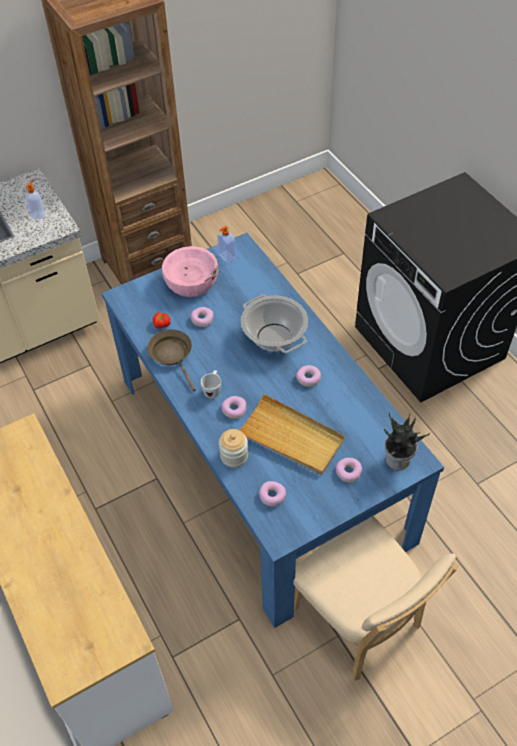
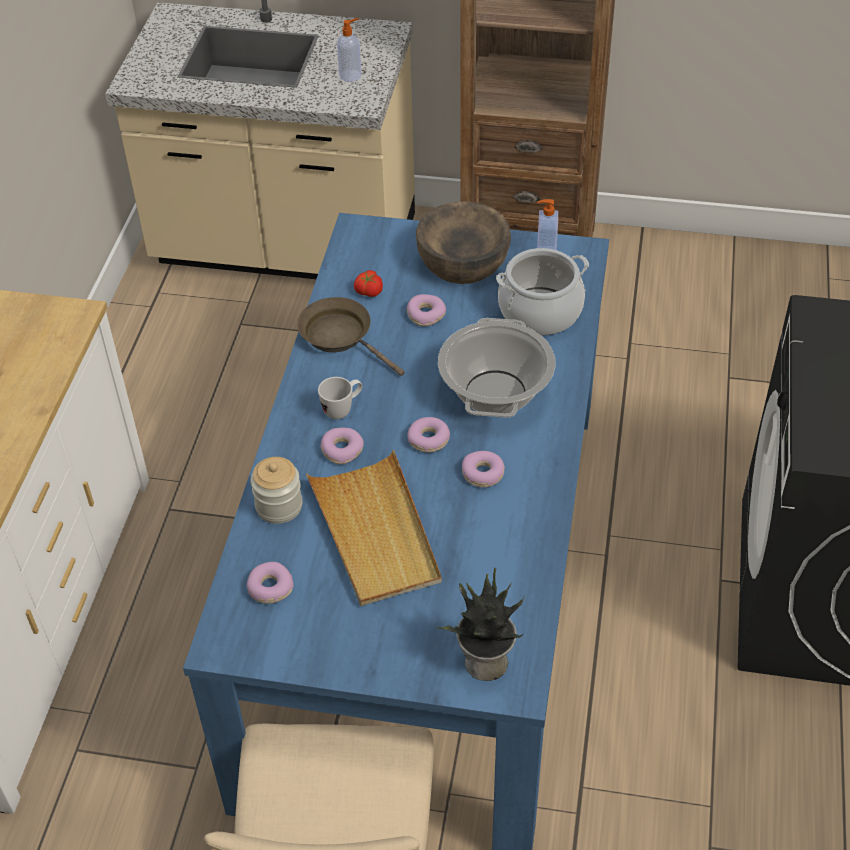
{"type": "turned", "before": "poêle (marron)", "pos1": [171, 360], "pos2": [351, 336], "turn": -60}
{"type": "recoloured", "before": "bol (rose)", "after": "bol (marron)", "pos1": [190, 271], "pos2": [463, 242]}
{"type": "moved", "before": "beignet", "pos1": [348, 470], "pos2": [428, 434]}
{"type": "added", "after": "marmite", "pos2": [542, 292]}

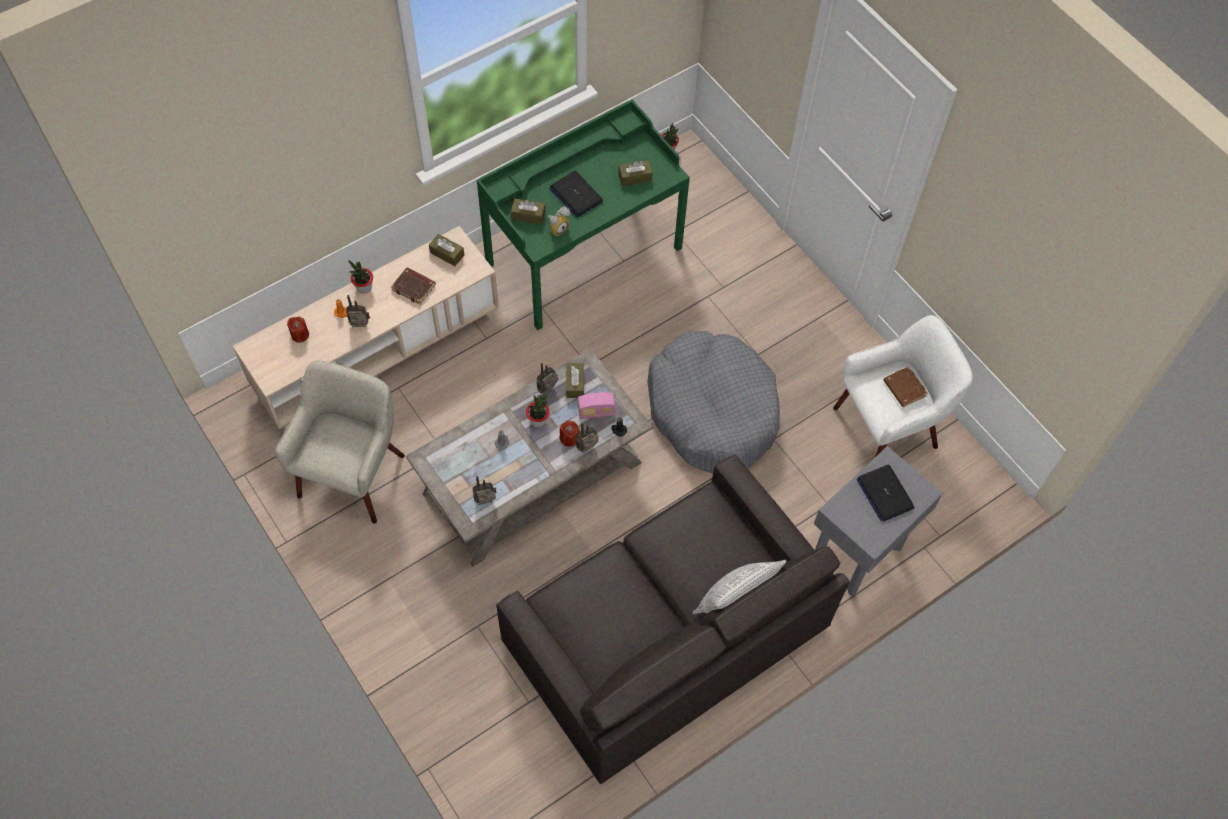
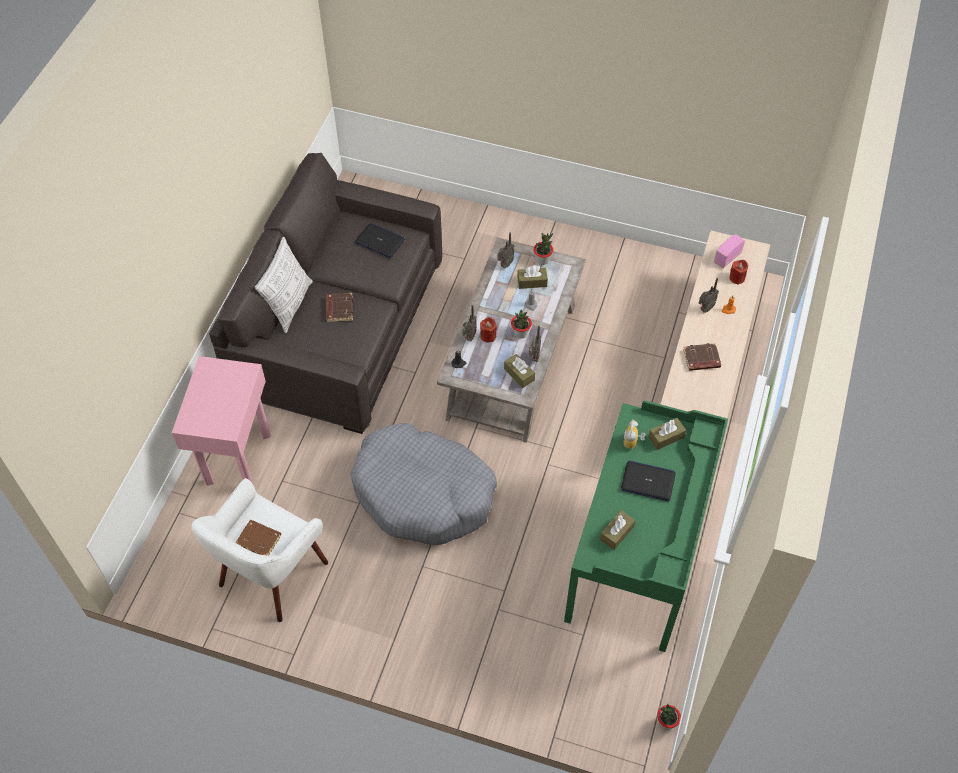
{"type": "removed", "before": "fauteuil (beige)", "pos1": [340, 442]}
{"type": "moved", "before": "plante en pot", "pos1": [361, 277], "pos2": [543, 249]}
{"type": "moved", "before": "boîte à mouchoirs (marron)", "pos1": [446, 250], "pos2": [532, 277]}
{"type": "moved", "before": "radio", "pos1": [596, 405], "pos2": [729, 251]}
{"type": "recoloured", "before": "table d'appoint (gris)", "after": "table d'appoint (rose)", "pos1": [878, 521], "pos2": [221, 421]}
{"type": "moved", "before": "ordinateur portable", "pos1": [886, 493], "pos2": [380, 240]}
{"type": "added", "after": "livre (marron)", "pos2": [340, 307]}

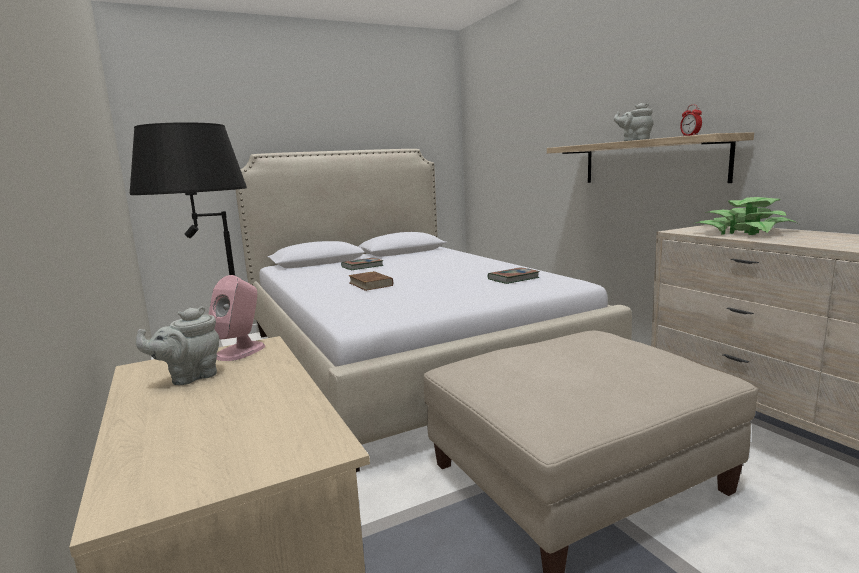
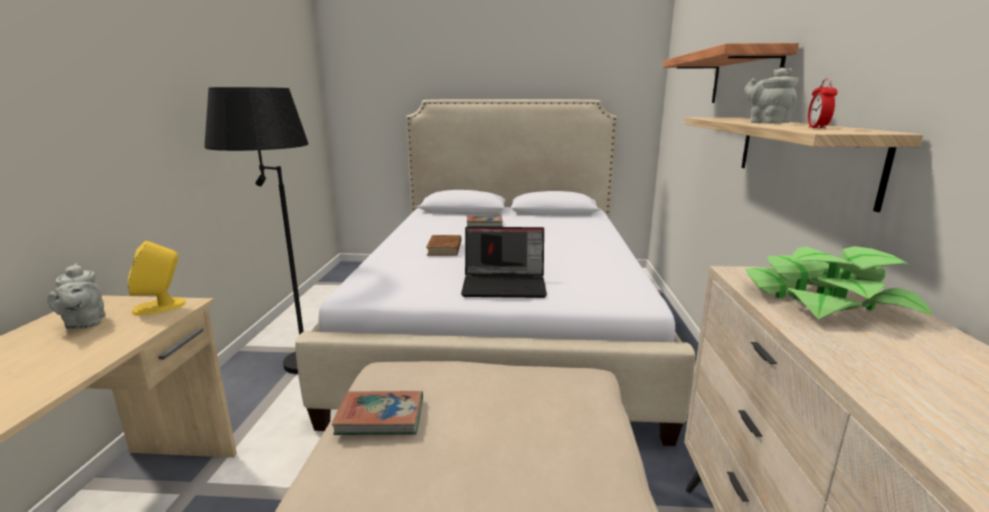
{"type": "turned", "before": "théière (gris)", "pos1": [177, 345], "pos2": [76, 296], "turn": -105}
{"type": "recoloured", "before": "enceinte (rose)", "after": "enceinte (jaune)", "pos1": [236, 318], "pos2": [157, 278]}
{"type": "moved", "before": "livre", "pos1": [514, 275], "pos2": [377, 413]}
{"type": "added", "after": "ordinateur portable", "pos2": [504, 262]}
{"type": "added", "after": "étagère", "pos2": [731, 73]}

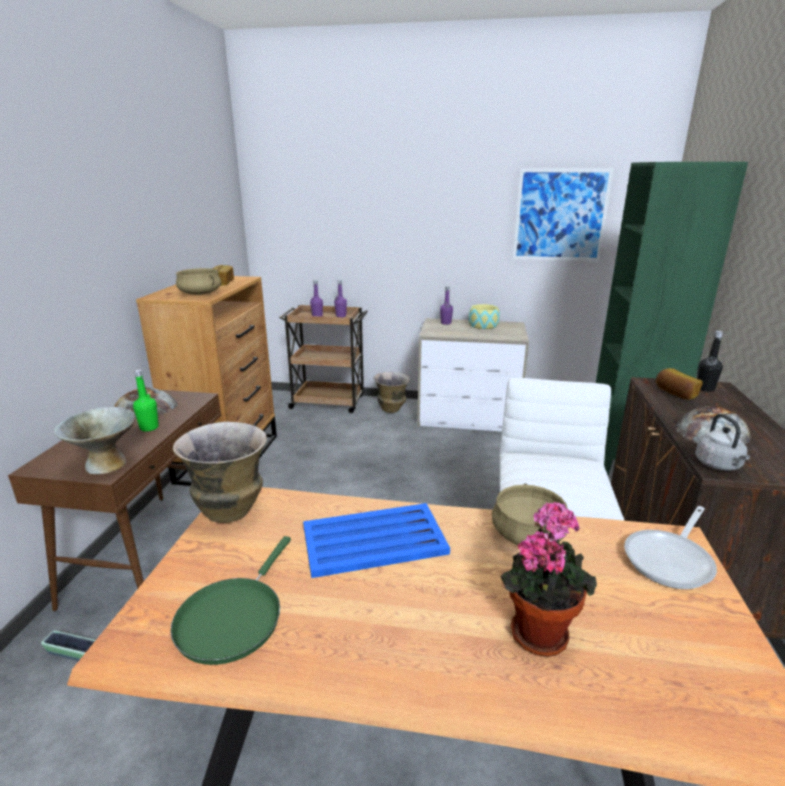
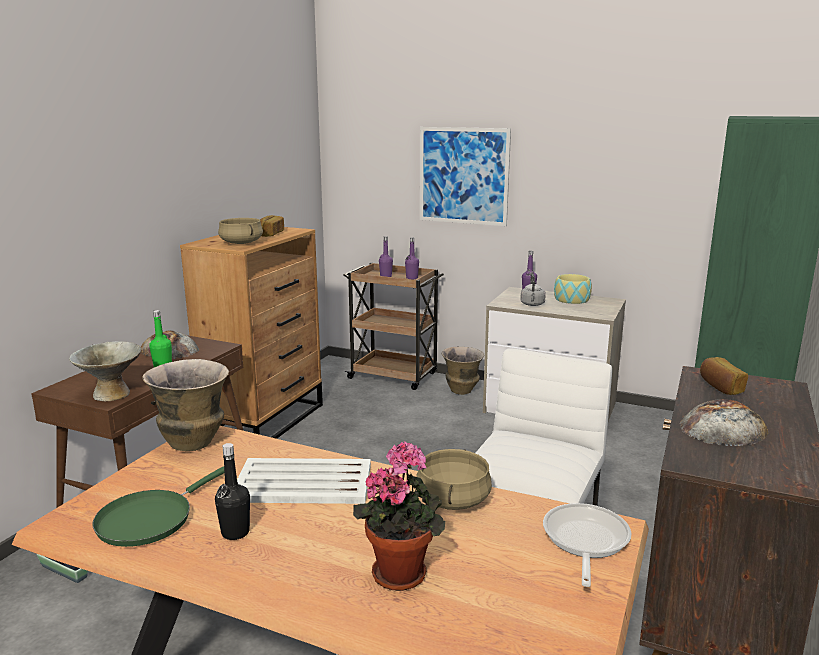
{"type": "recoloured", "before": "plateau (bleu)", "after": "plateau (blanc)", "pos1": [376, 540], "pos2": [304, 481]}
{"type": "moved", "before": "tableau", "pos1": [562, 215], "pos2": [465, 176]}
{"type": "turned", "before": "poêle", "pos1": [670, 547], "pos2": [587, 545], "turn": 135}
{"type": "moved", "before": "bouilloire (gris)", "pos1": [722, 442], "pos2": [533, 290]}
{"type": "moved", "before": "bouteille (noir)", "pos1": [710, 361], "pos2": [232, 491]}

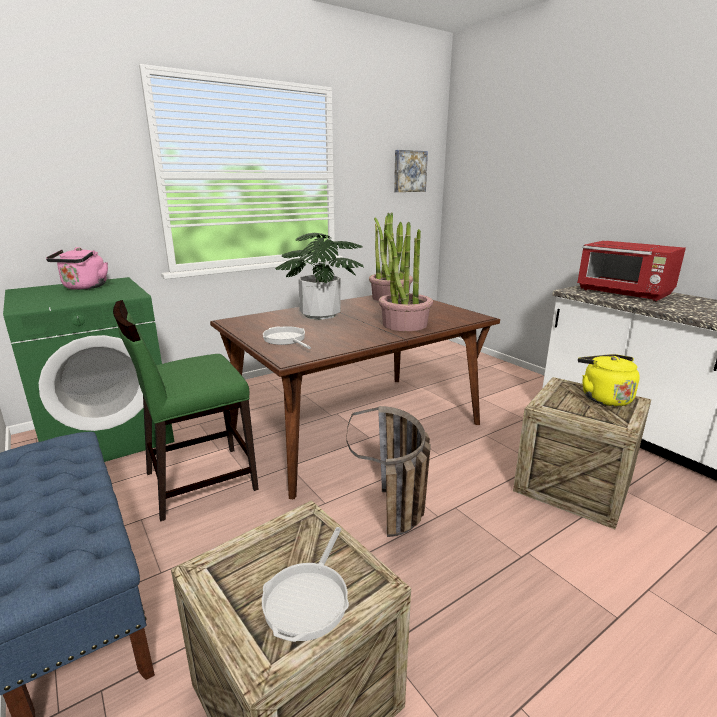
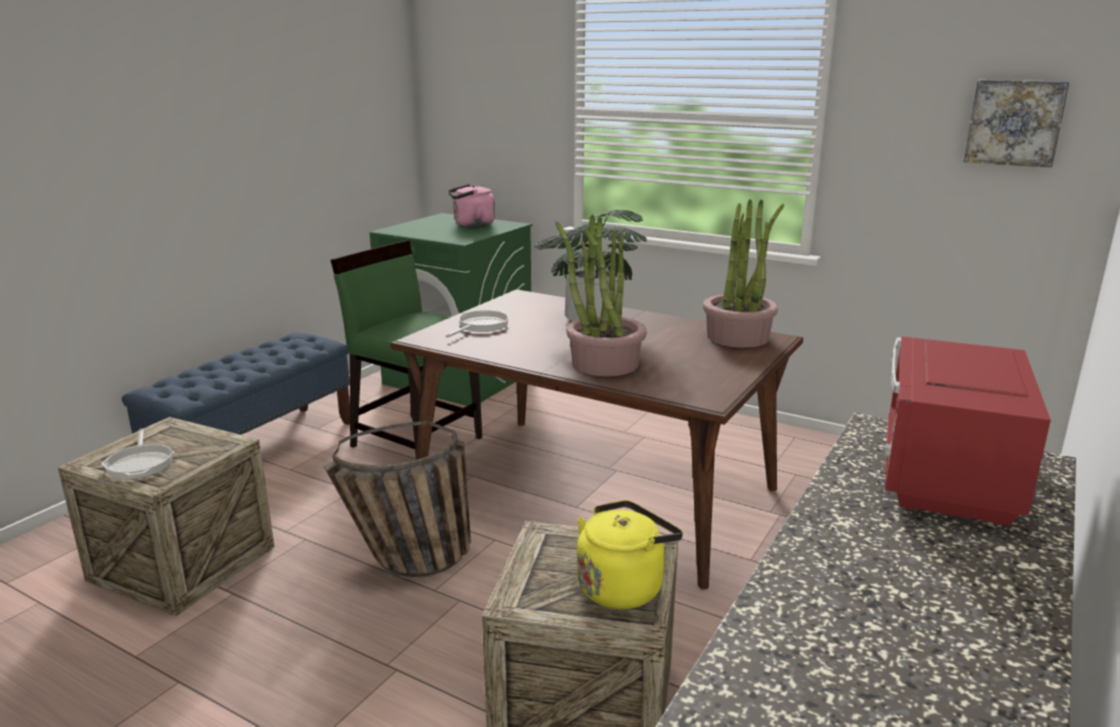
{"type": "turned", "before": "poêle", "pos1": [305, 584], "pos2": [137, 454], "turn": -105}

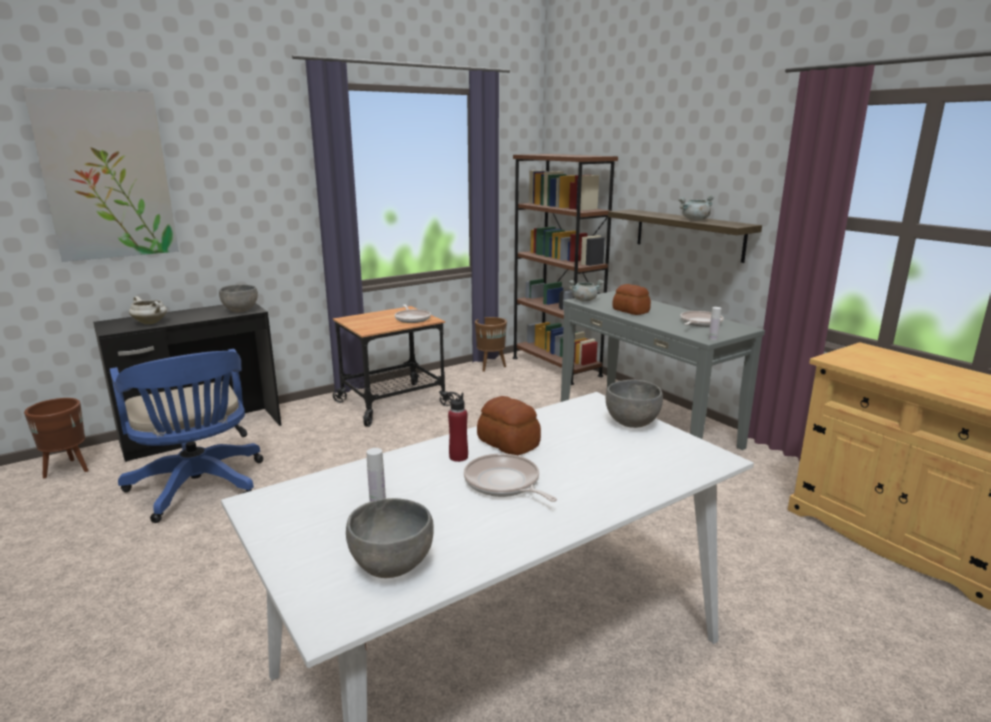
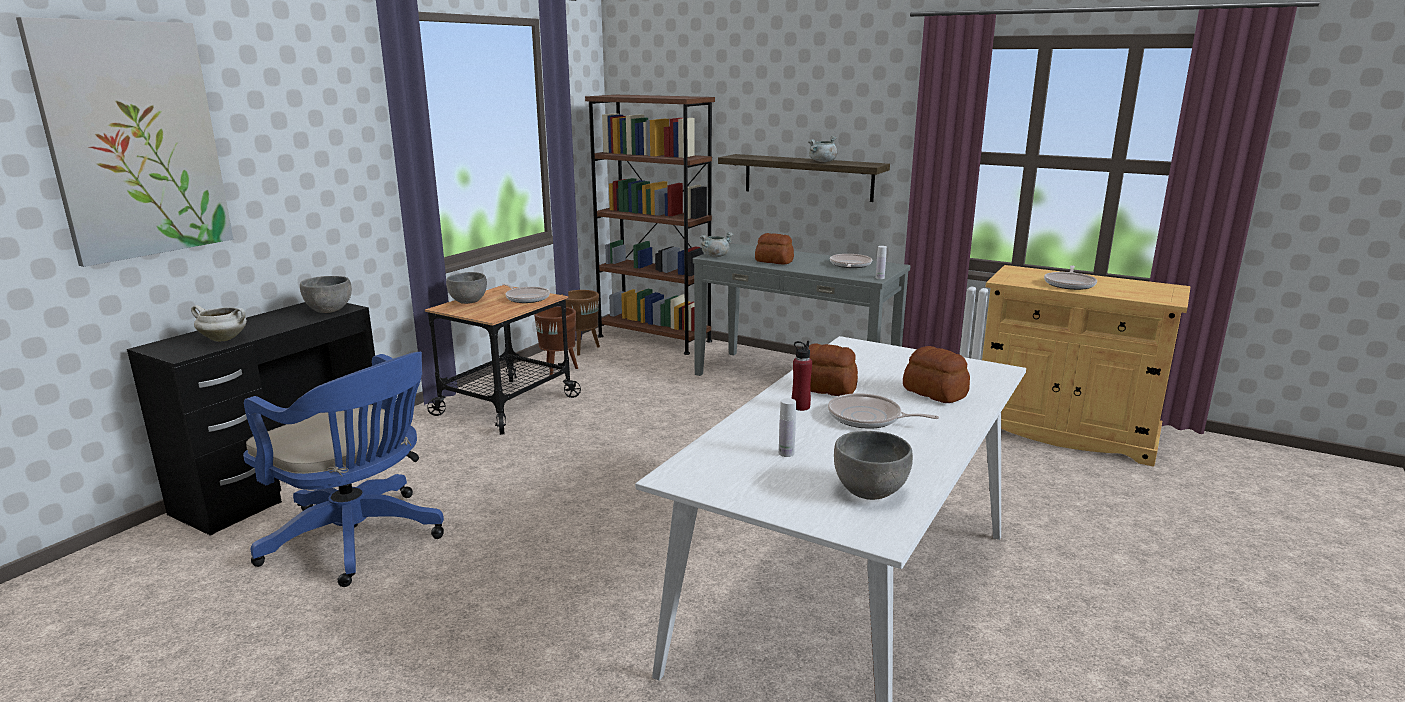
{"type": "moved", "before": "cache-pot (marron)", "pos1": [56, 438], "pos2": [556, 340]}
{"type": "moved", "before": "bol (gris)", "pos1": [634, 403], "pos2": [466, 288]}
{"type": "added", "after": "pain", "pos2": [936, 374]}
{"type": "added", "after": "poêle", "pos2": [1070, 277]}

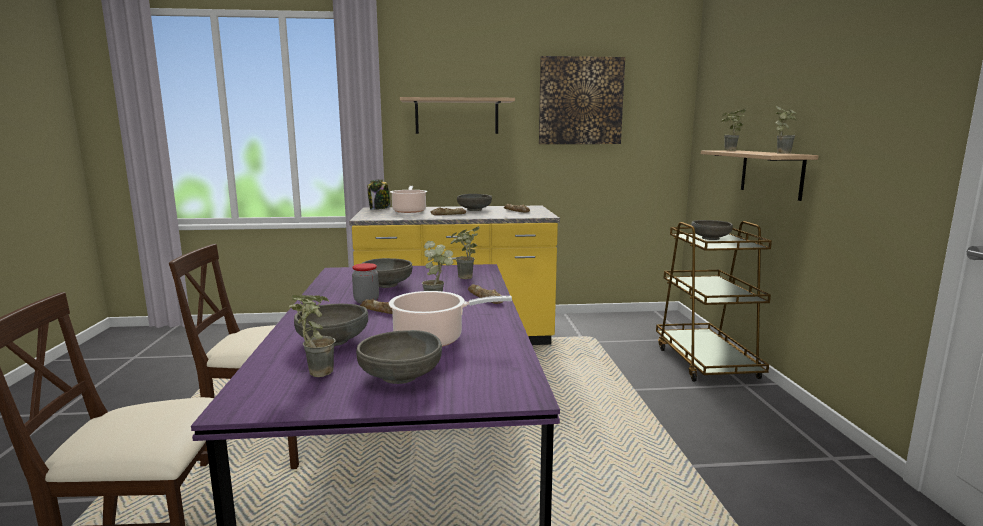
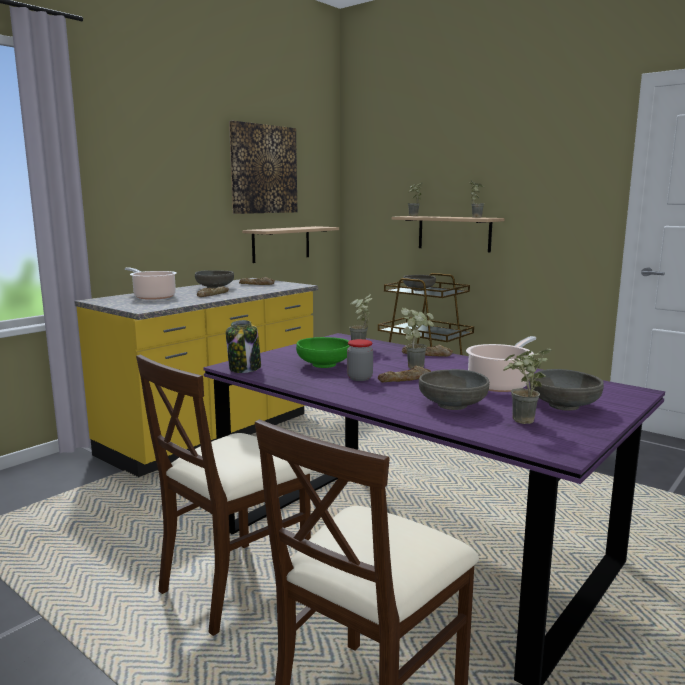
{"type": "recoloured", "before": "bol (gris)", "after": "bol (vert)", "pos1": [387, 273], "pos2": [323, 352]}
{"type": "moved", "before": "bocal", "pos1": [379, 194], "pos2": [243, 346]}
{"type": "moved", "before": "étagère", "pos1": [457, 115], "pos2": [290, 244]}

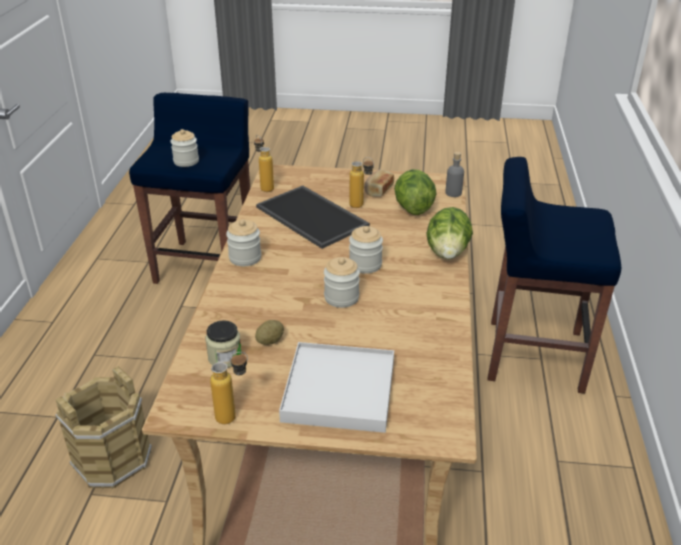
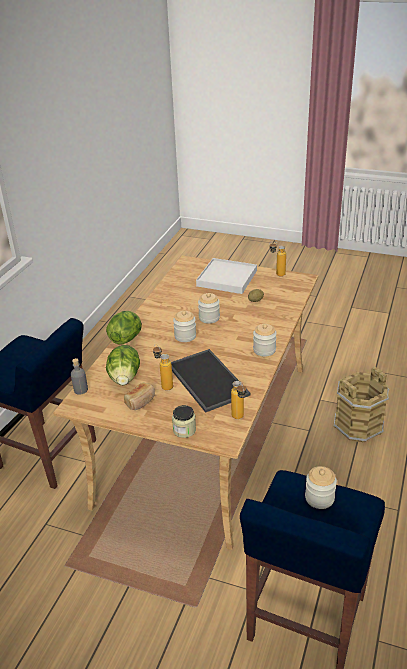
{"type": "moved", "before": "bocal", "pos1": [223, 344], "pos2": [184, 421]}

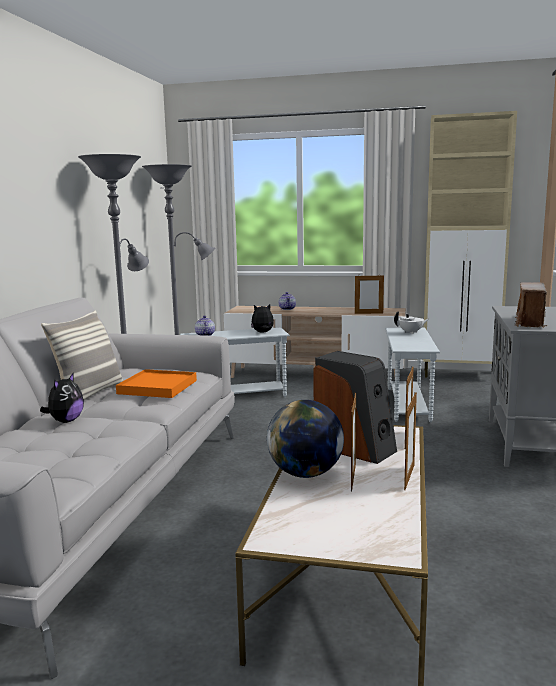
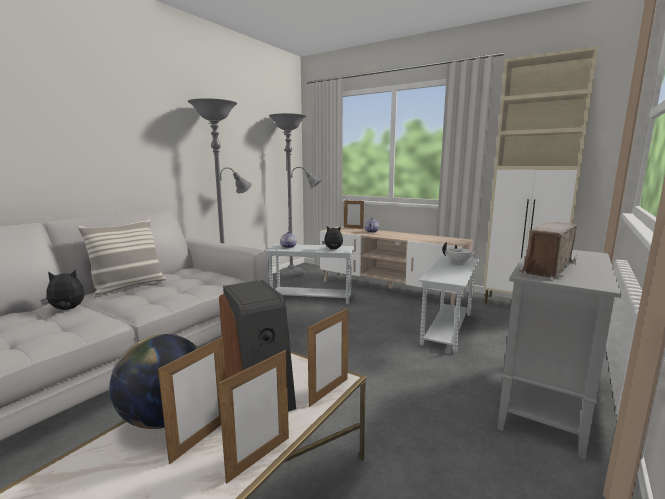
{"type": "turned", "before": "peluche", "pos1": [62, 397], "pos2": [62, 290], "turn": -150}
{"type": "removed", "before": "plateau (orange)", "pos1": [156, 383]}
{"type": "moved", "before": "cadre photo", "pos1": [369, 294], "pos2": [354, 214]}

